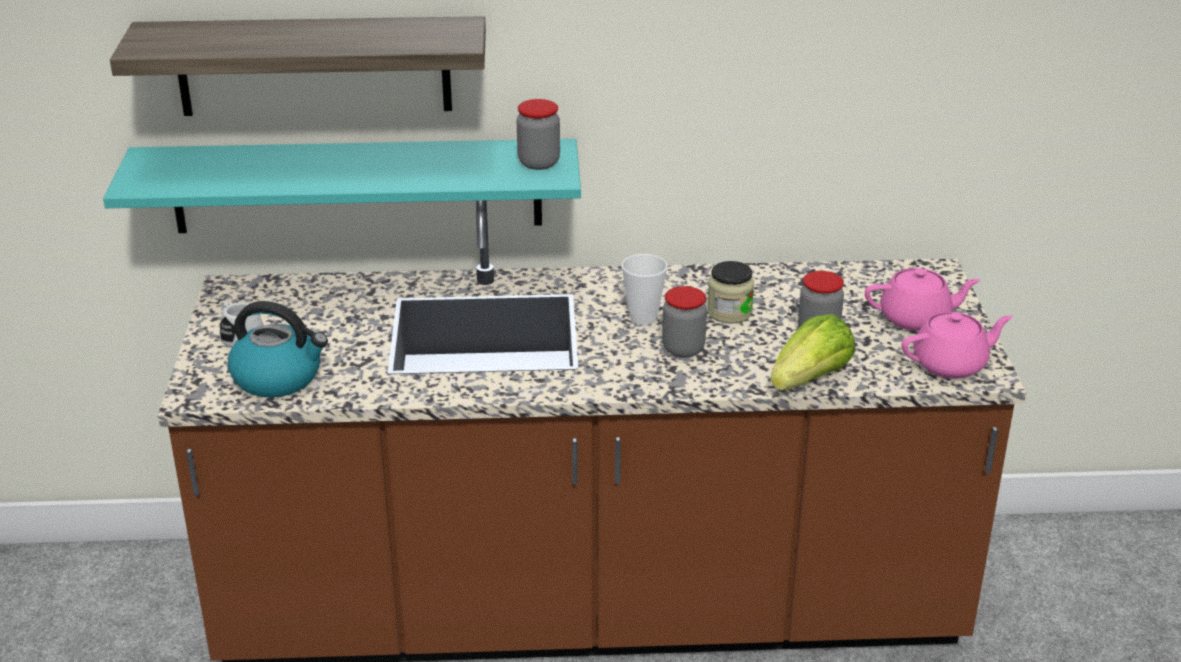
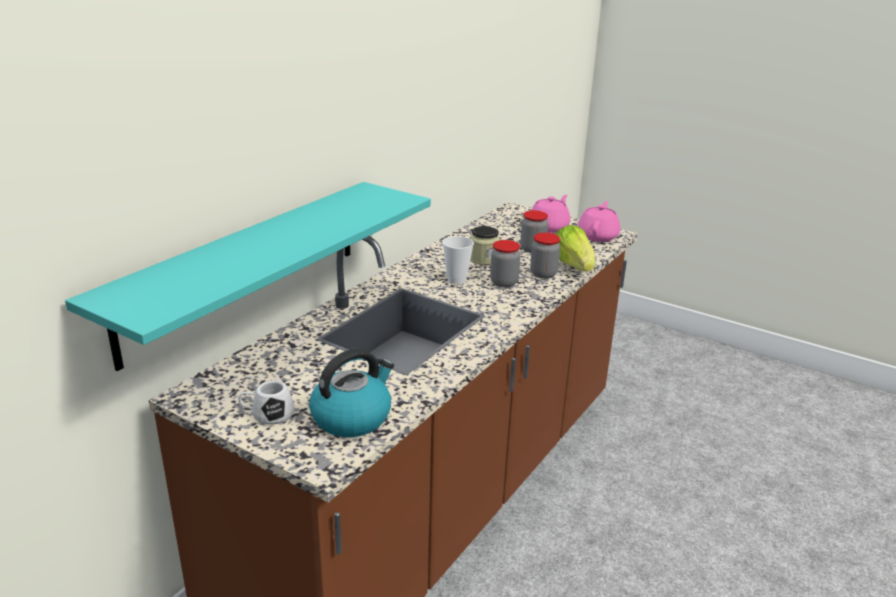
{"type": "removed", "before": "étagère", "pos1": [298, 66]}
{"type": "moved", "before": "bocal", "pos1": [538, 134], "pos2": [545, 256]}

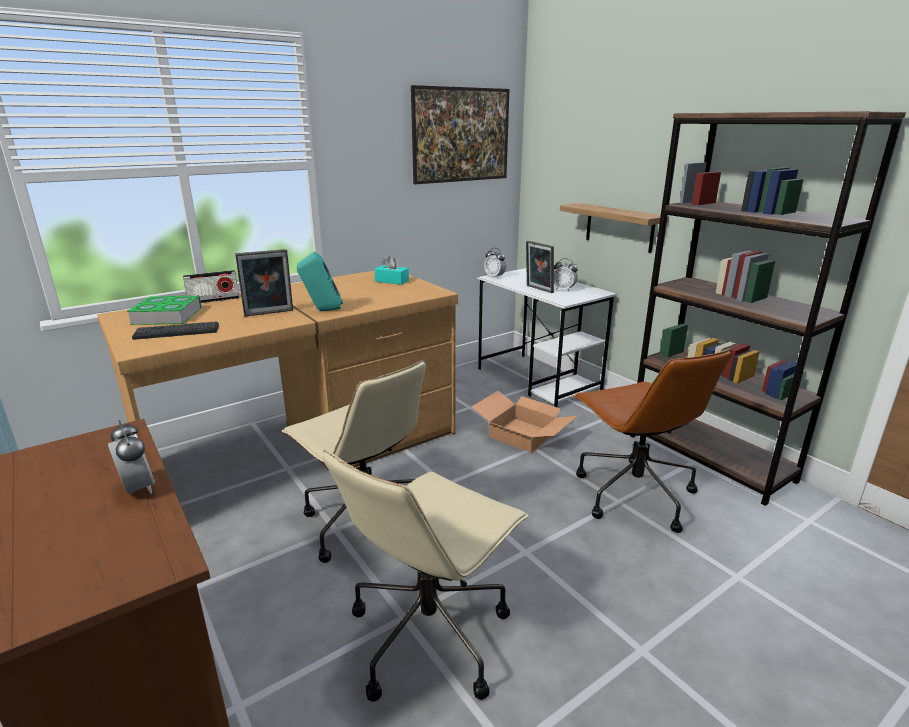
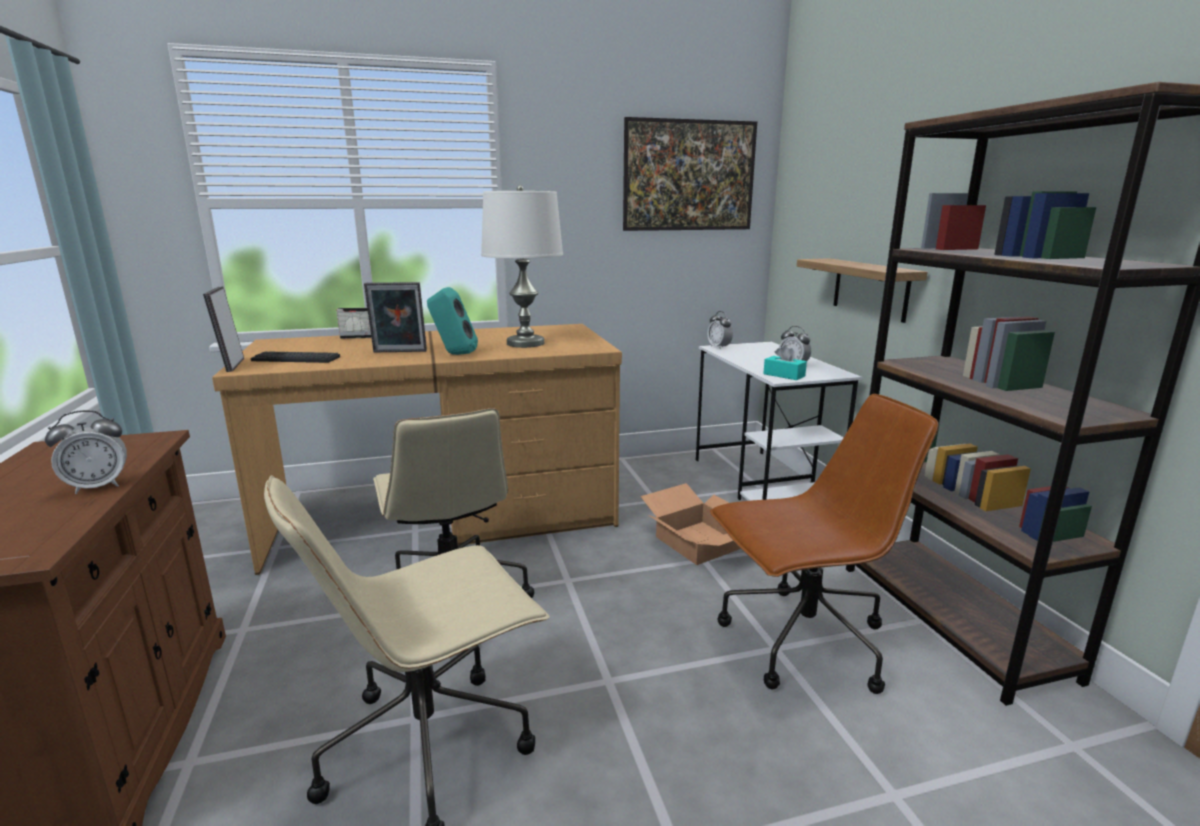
{"type": "turned", "before": "réveil", "pos1": [131, 457], "pos2": [86, 452], "turn": 75}
{"type": "removed", "before": "livre", "pos1": [164, 310]}
{"type": "moved", "before": "boîte à mouchoirs (turquoise)", "pos1": [392, 270], "pos2": [785, 362]}
{"type": "moved", "before": "cadre photo", "pos1": [540, 267], "pos2": [223, 329]}
{"type": "turned", "before": "chaise de bureau (marron)", "pos1": [652, 441], "pos2": [824, 544], "turn": -105}
{"type": "added", "after": "lampe de table (blanc)", "pos2": [522, 266]}

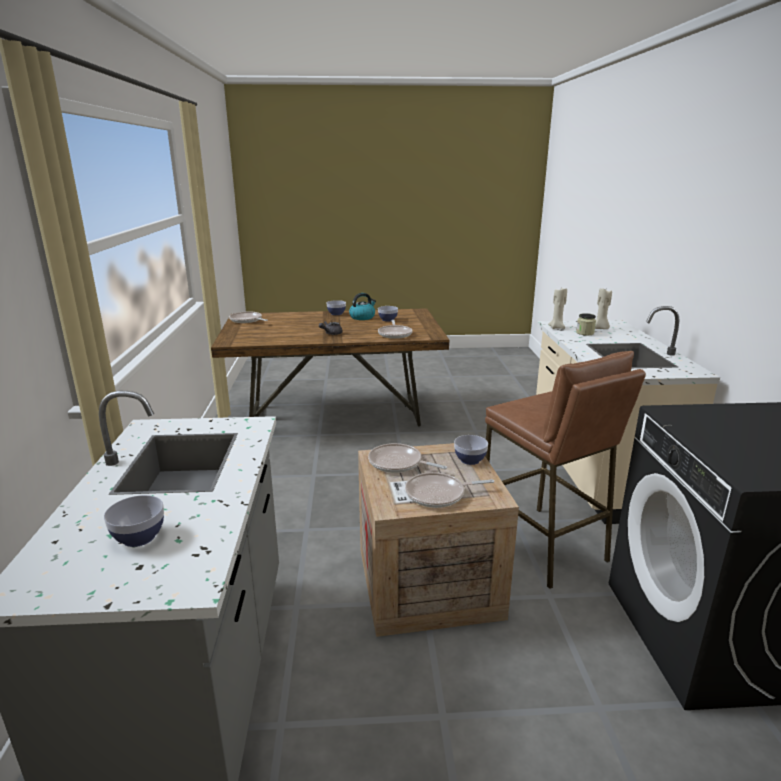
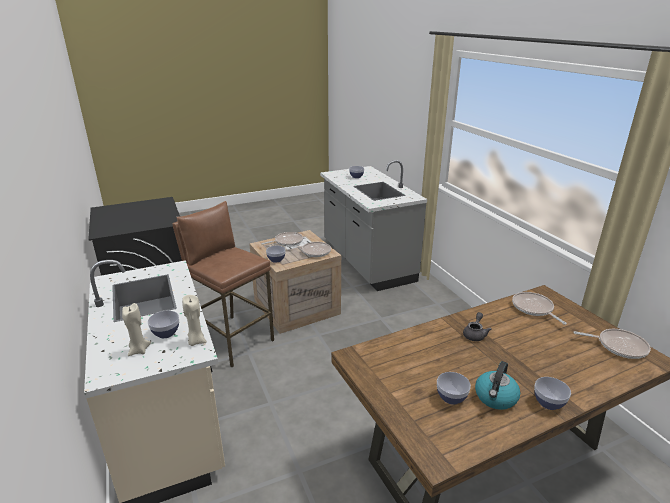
{"type": "moved", "before": "poêle", "pos1": [395, 329], "pos2": [539, 308]}
{"type": "replaced", "before": "bocal", "after": "bol", "pos1": [586, 324], "pos2": [163, 324]}

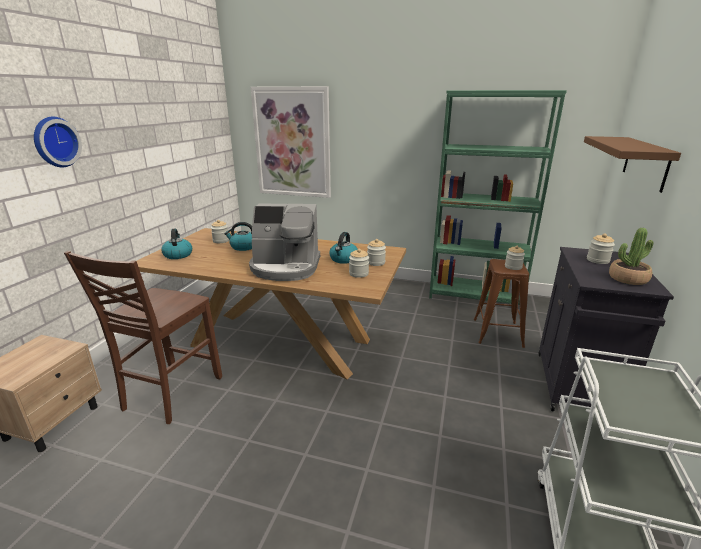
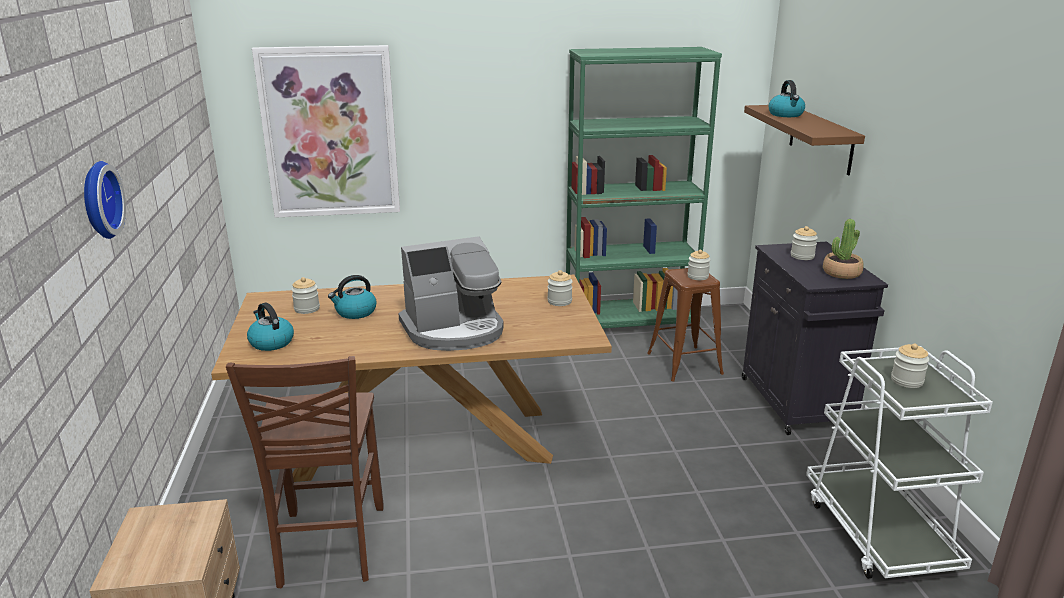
{"type": "moved", "before": "bouilloire", "pos1": [343, 248], "pos2": [786, 98]}
{"type": "moved", "before": "bocal", "pos1": [359, 263], "pos2": [910, 365]}

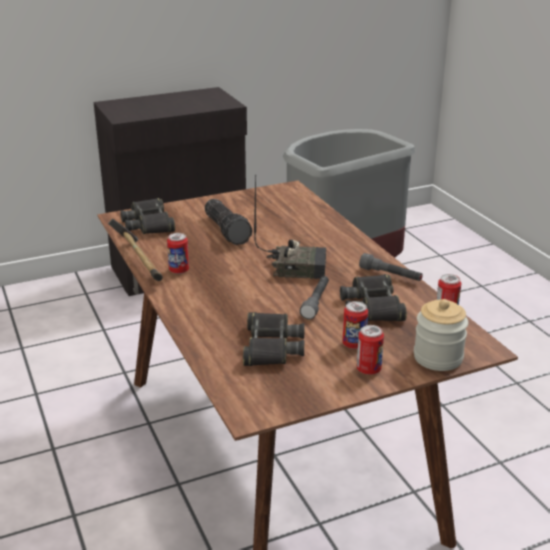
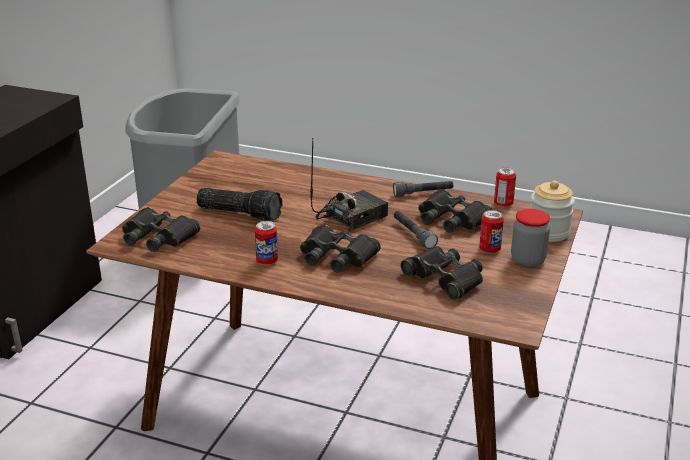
{"type": "removed", "before": "marteau", "pos1": [135, 249]}
{"type": "replaced", "before": "boîte métallique", "after": "bocal", "pos1": [370, 350], "pos2": [530, 238]}
{"type": "added", "after": "jumelles (noir)", "pos2": [340, 249]}

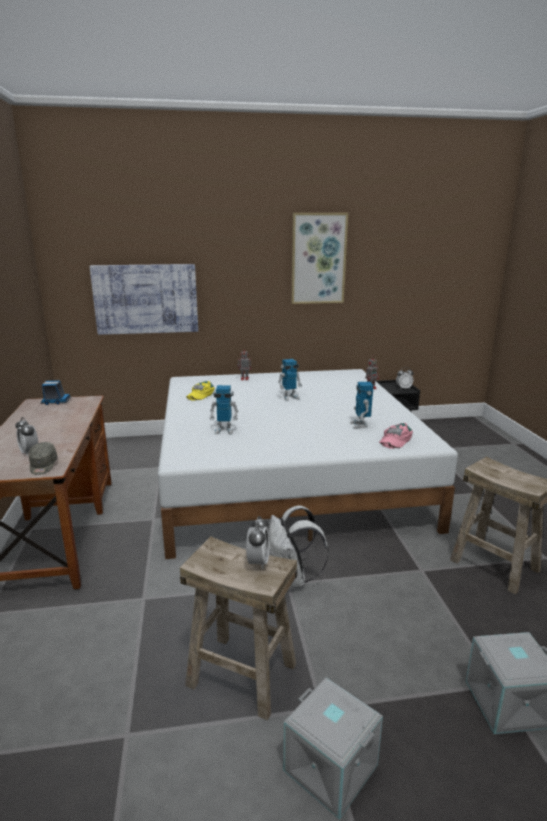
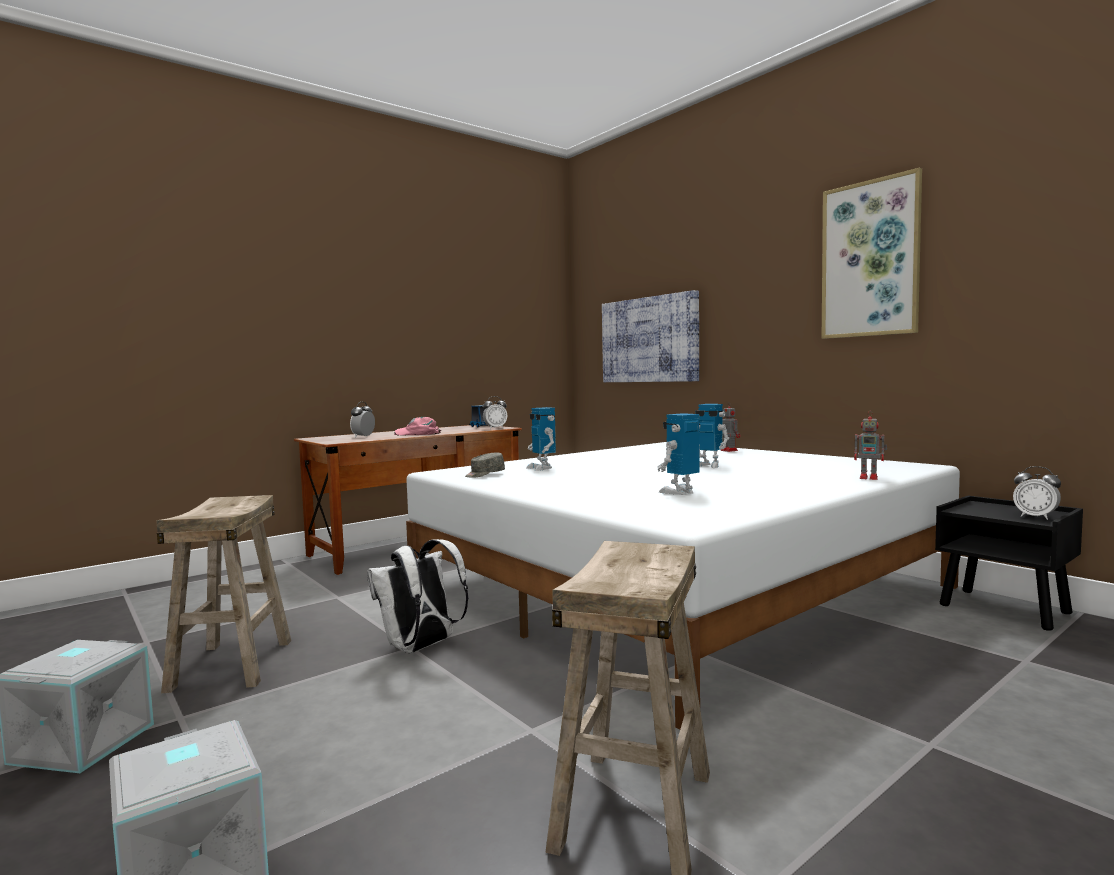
{"type": "moved", "before": "casquette (gris)", "pos1": [43, 458], "pos2": [485, 465]}
{"type": "removed", "before": "casquette (jaune)", "pos1": [200, 391]}
{"type": "moved", "before": "réveil", "pos1": [257, 543], "pos2": [495, 412]}
{"type": "moved", "before": "casquette (rose)", "pos1": [396, 436], "pos2": [417, 426]}

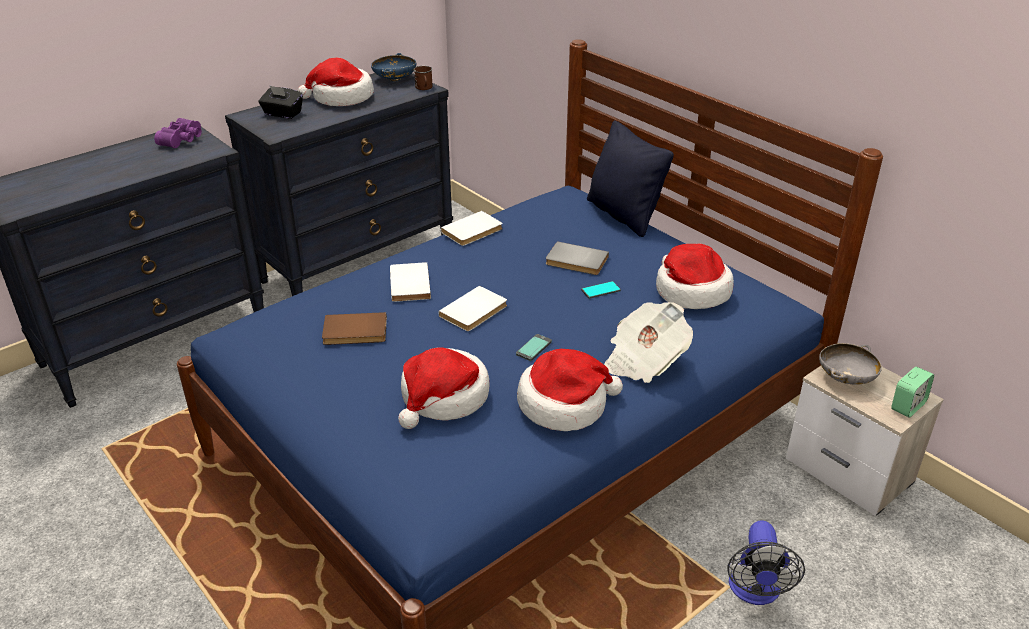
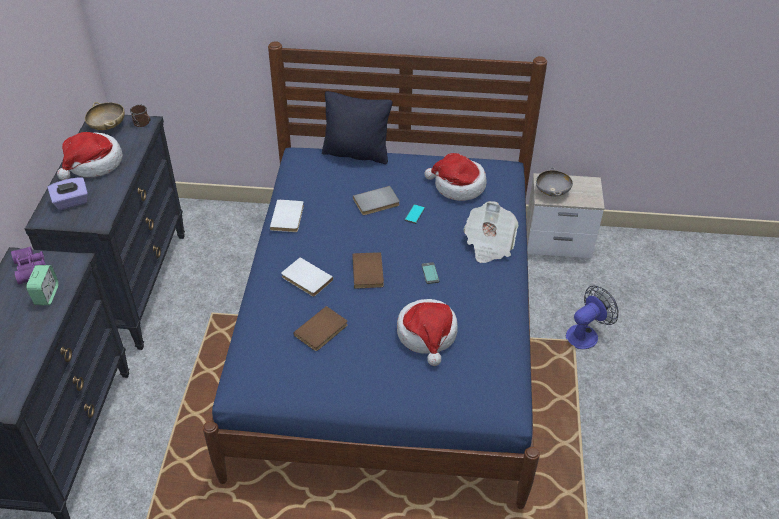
{"type": "recoloured", "before": "boîte à mouchoirs (noir)", "after": "boîte à mouchoirs (violet)", "pos1": [281, 102], "pos2": [67, 194]}
{"type": "recoloured", "before": "bol (bleu)", "after": "bol (beige)", "pos1": [393, 67], "pos2": [105, 116]}
{"type": "recoloured", "before": "livre (blanc)", "after": "livre (marron)", "pos1": [473, 308], "pos2": [368, 270]}
{"type": "removed", "before": "chapeau", "pos1": [570, 390]}
{"type": "turned", "before": "ventilateur", "pos1": [766, 563], "pos2": [592, 317], "turn": -90}
{"type": "moved", "before": "réveil", "pos1": [912, 392], "pos2": [42, 285]}

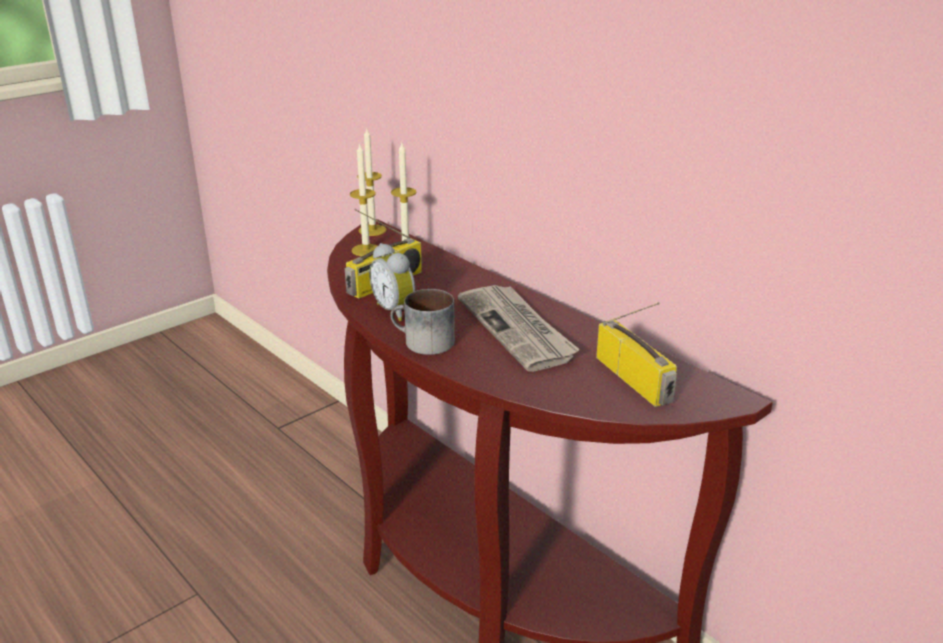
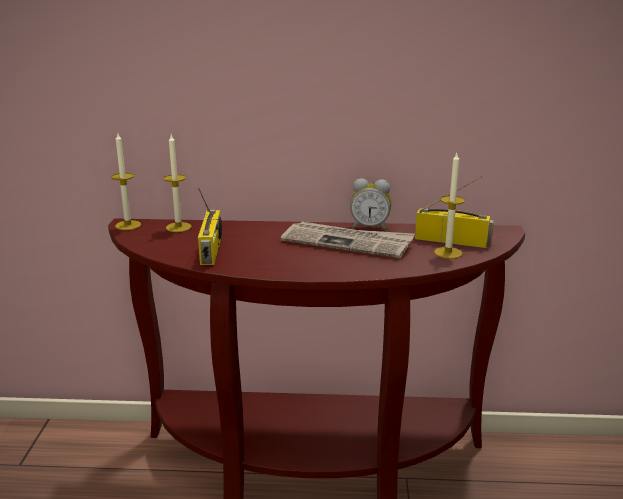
{"type": "moved", "before": "bougie", "pos1": [364, 199], "pos2": [449, 206]}
{"type": "moved", "before": "réveil", "pos1": [392, 282], "pos2": [371, 204]}
{"type": "removed", "before": "mug", "pos1": [422, 322]}

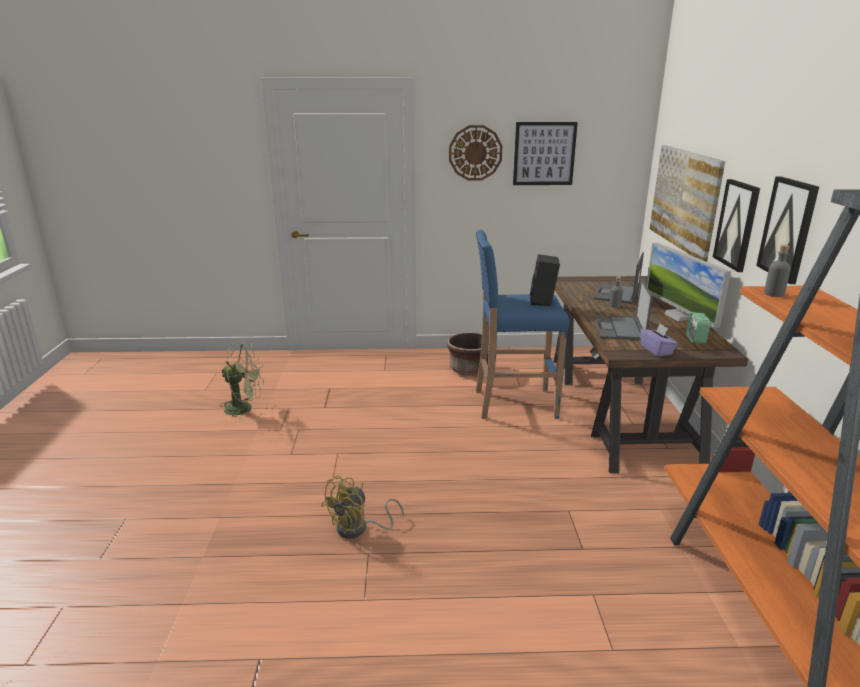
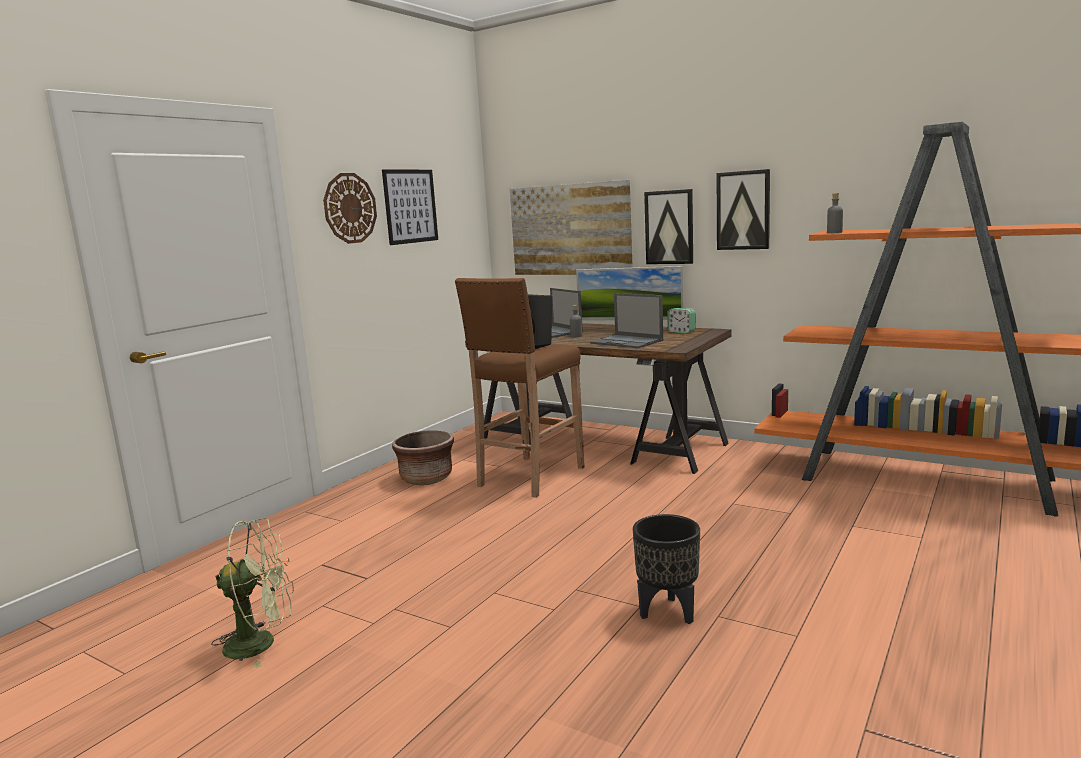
{"type": "turned", "before": "ventilateur (vert)", "pos1": [241, 381], "pos2": [252, 593], "turn": 45}
{"type": "replaced", "before": "ventilateur (jaune)", "after": "cache-pot (noir)", "pos1": [362, 507], "pos2": [666, 569]}
{"type": "recoloured", "before": "tabouret (bleu)", "after": "tabouret (marron)", "pos1": [523, 324], "pos2": [520, 388]}
{"type": "removed", "before": "boîte à mouchoirs (violet)", "pos1": [659, 340]}

